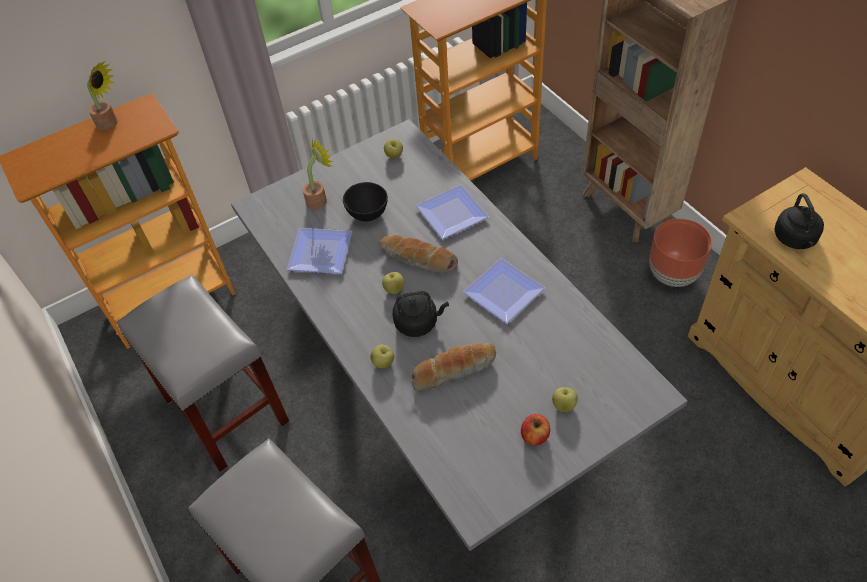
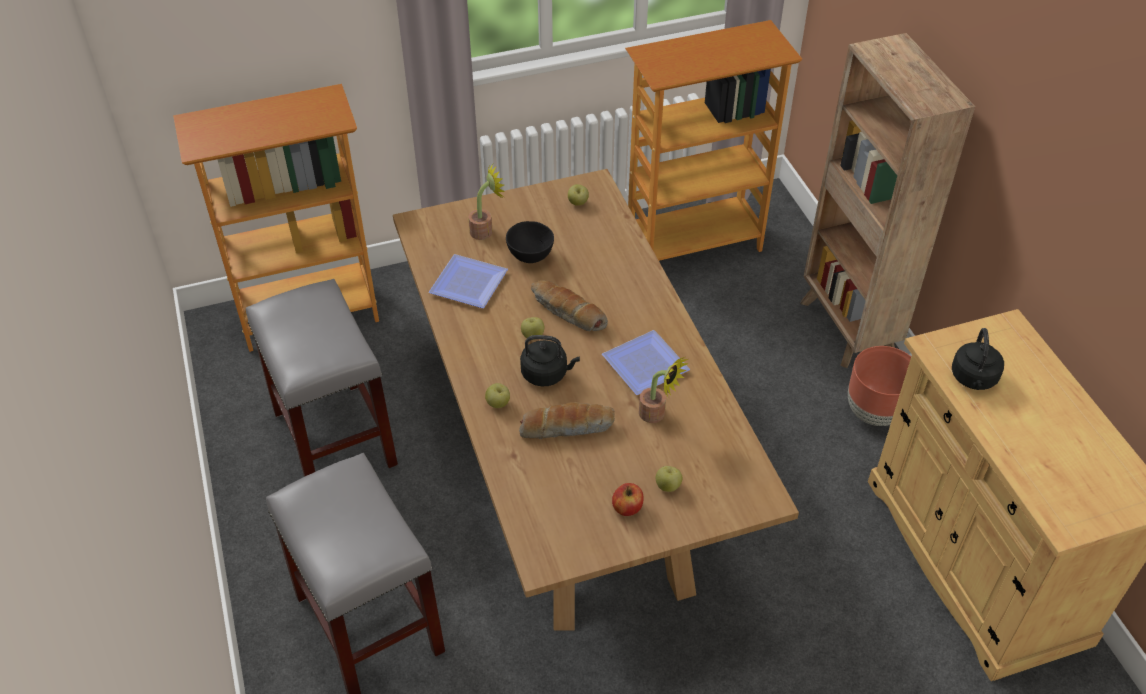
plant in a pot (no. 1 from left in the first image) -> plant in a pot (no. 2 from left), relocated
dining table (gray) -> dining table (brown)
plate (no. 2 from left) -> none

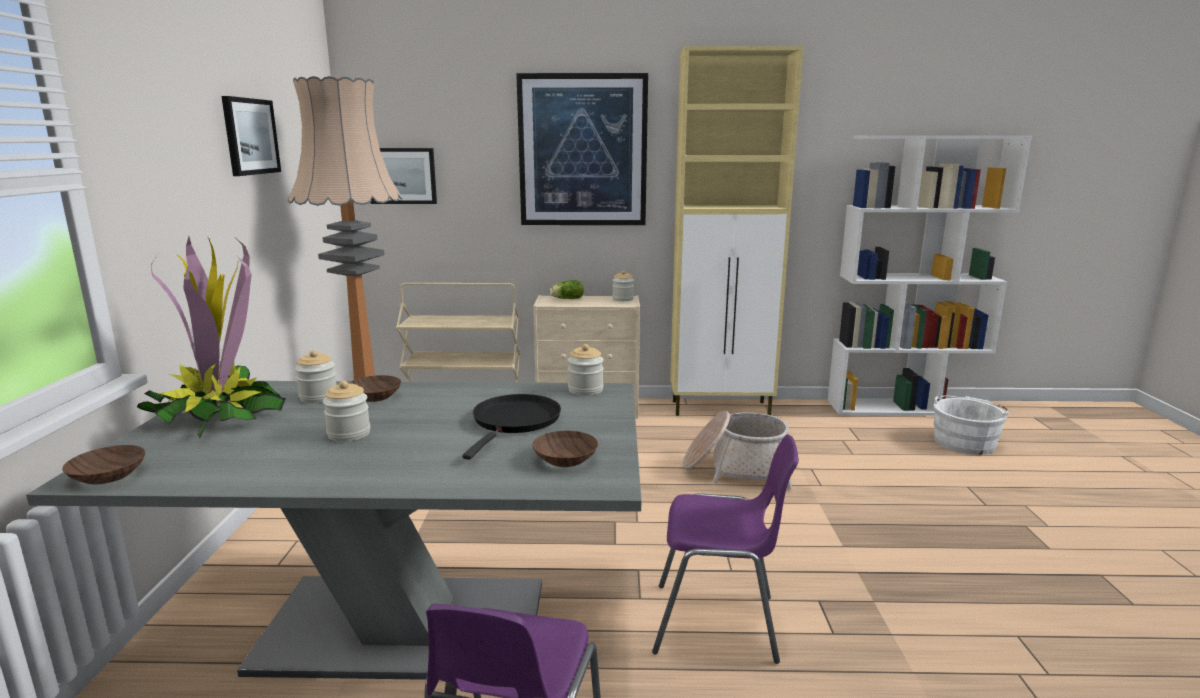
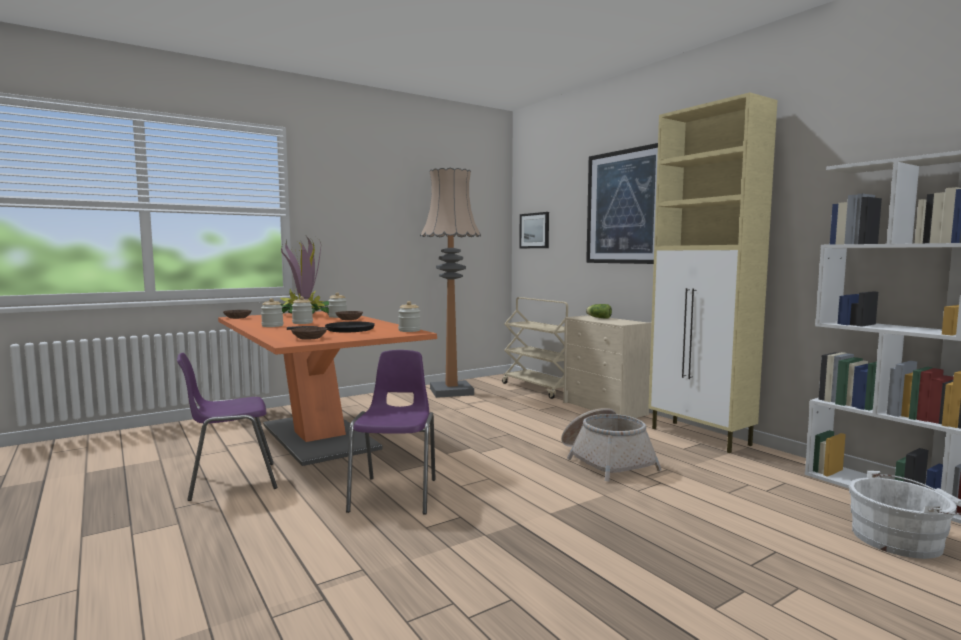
wall picture (no. 1 from left) -> none
jar (no. 4 from left in the first image) -> jar (no. 1 from left), relocated
dining table (gray) -> dining table (orange)
plain chair (purplish) (no. 2 from left), 150 degrees counterclockwise

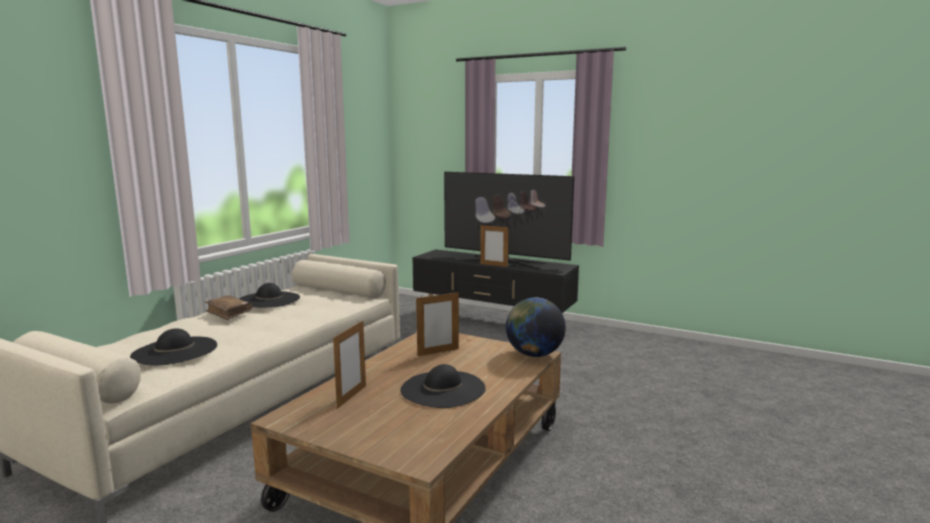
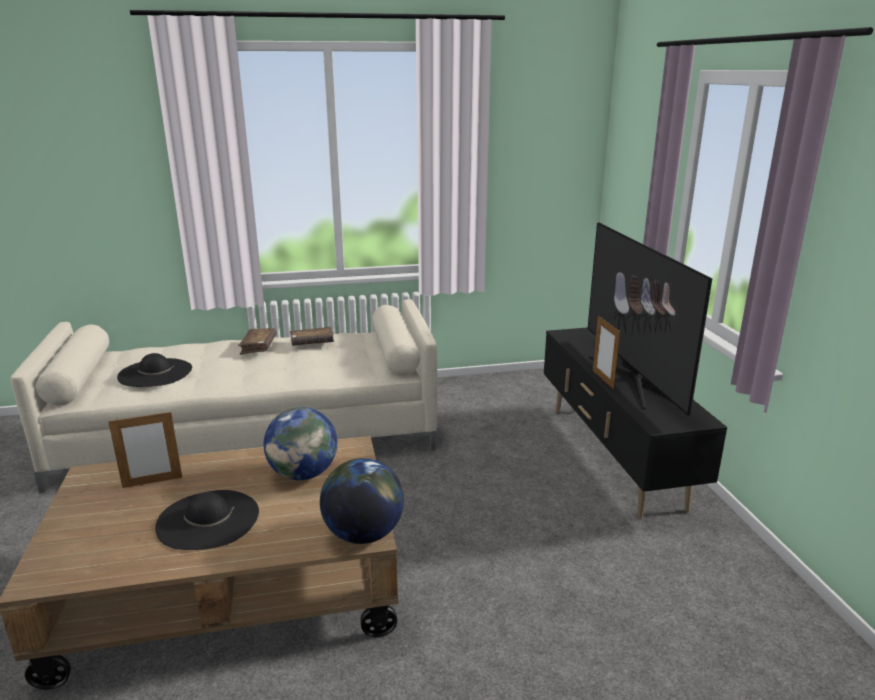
clothing hat (black-coloured) (no. 2 from left) -> bound book (brown) (no. 2 from left)
picture frame (no. 2 from left) -> globe (no. 1 from left)

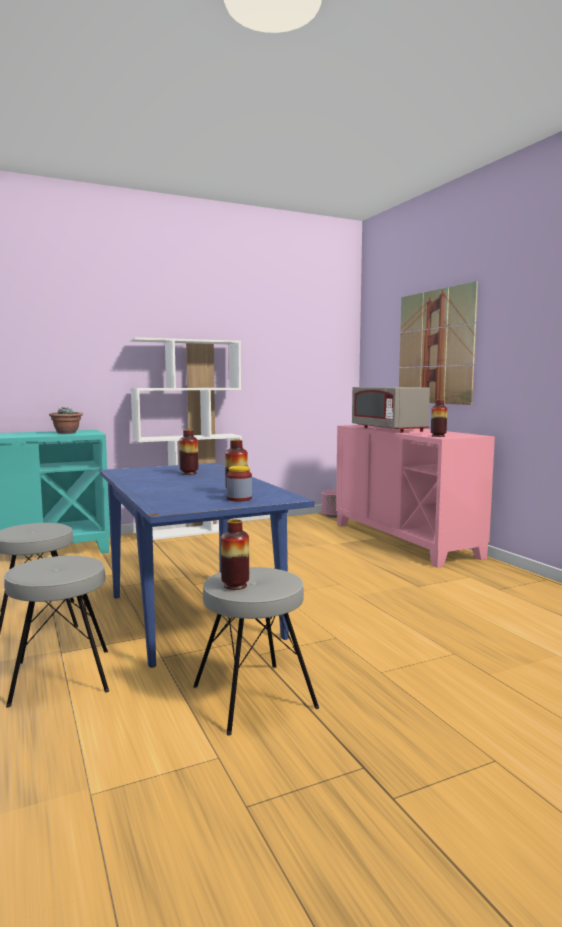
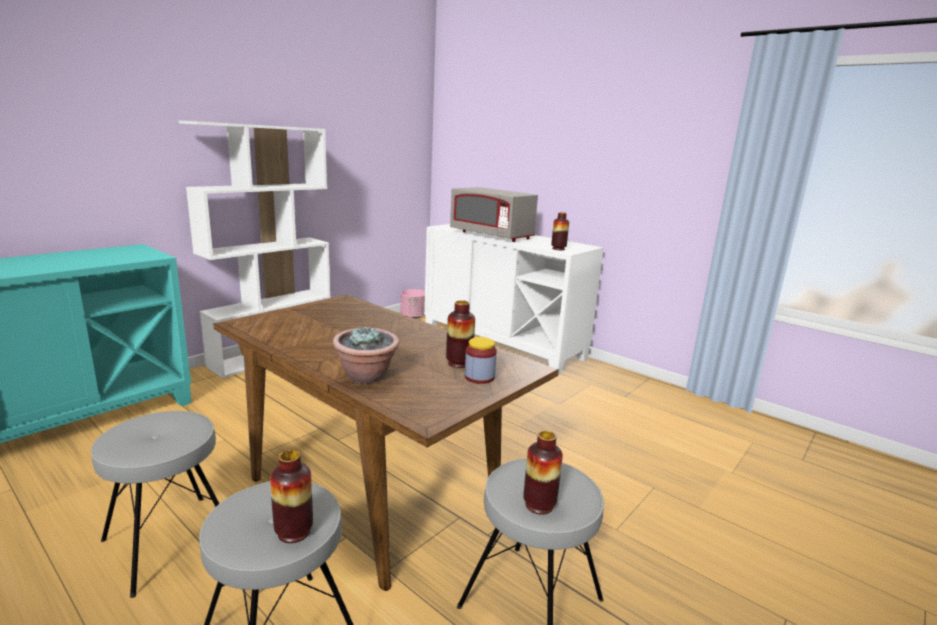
wall picture -> none
plant in a pot, relocated
cabinet (pink) -> cabinet (white)
vase (no. 1 from left), relocated
dining table (bluish) -> dining table (brown)

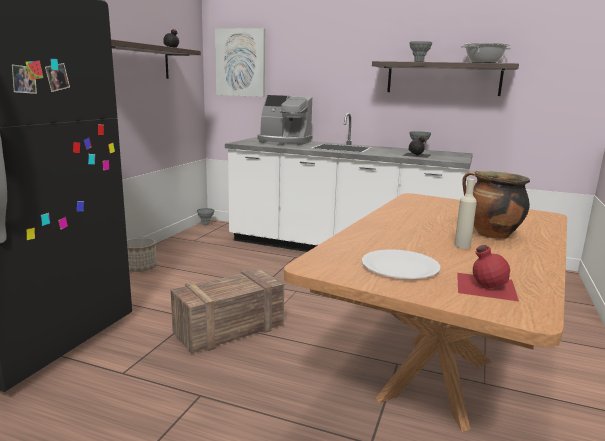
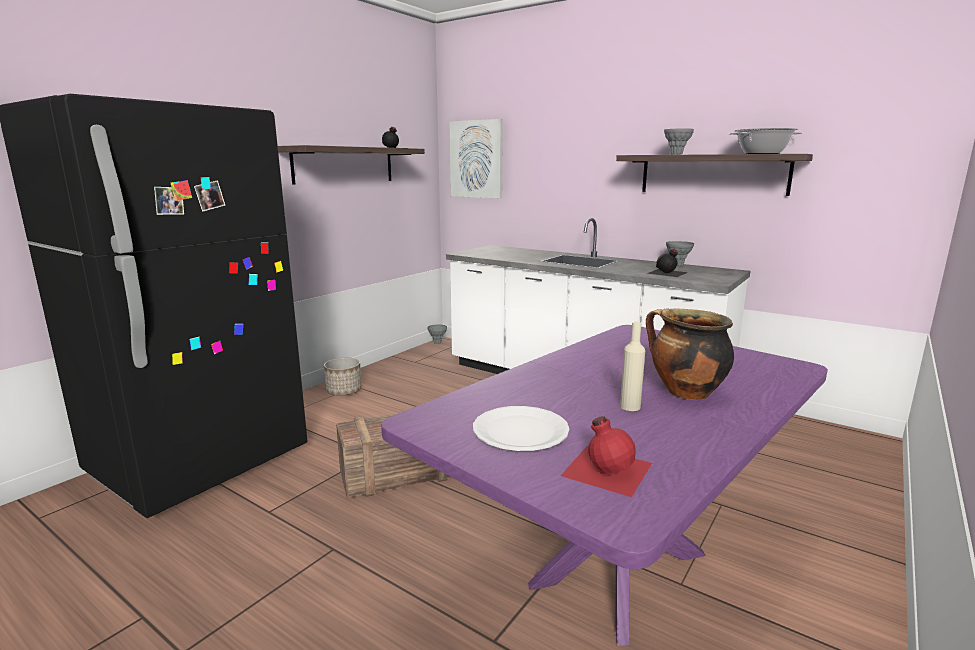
coffee machine -> none
dining table (brown) -> dining table (purplish)

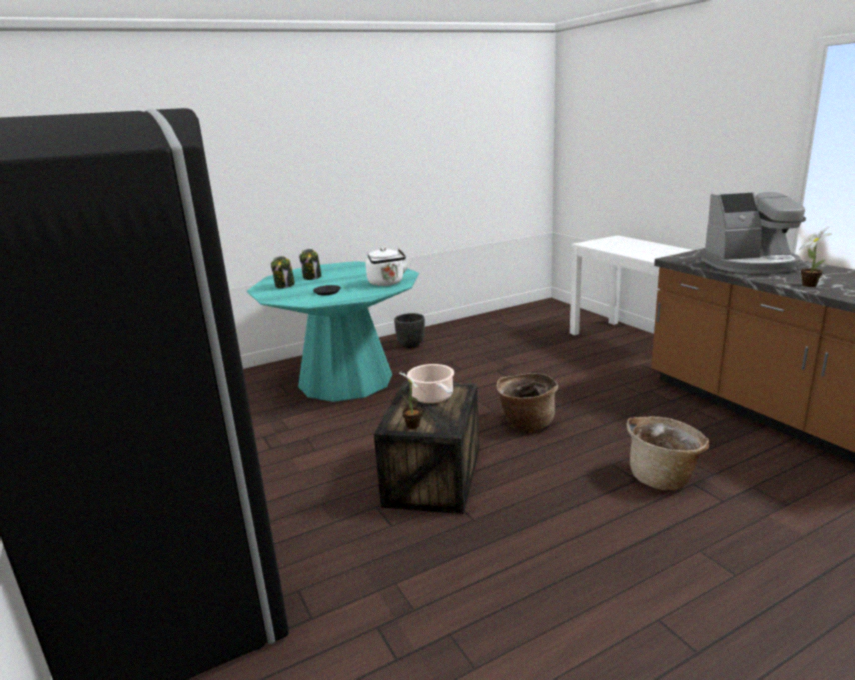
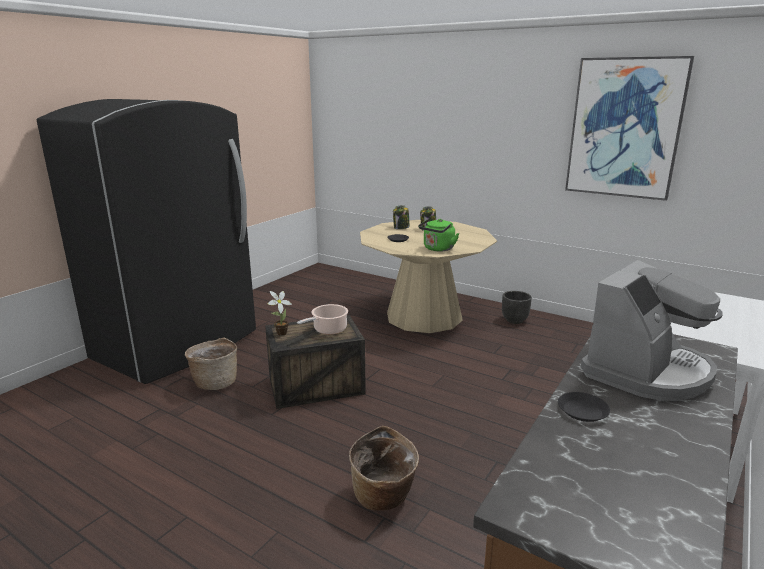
coffee machine, 105 degrees counterclockwise
plant in a pot (no. 2 from left) -> plate (black-coloured) (no. 2 from left)
kettle (white) -> kettle (green-coloured)
dining table (blue-green) -> dining table (beige-coloured)
household basket (no. 1 from left), relocated
none -> wall picture

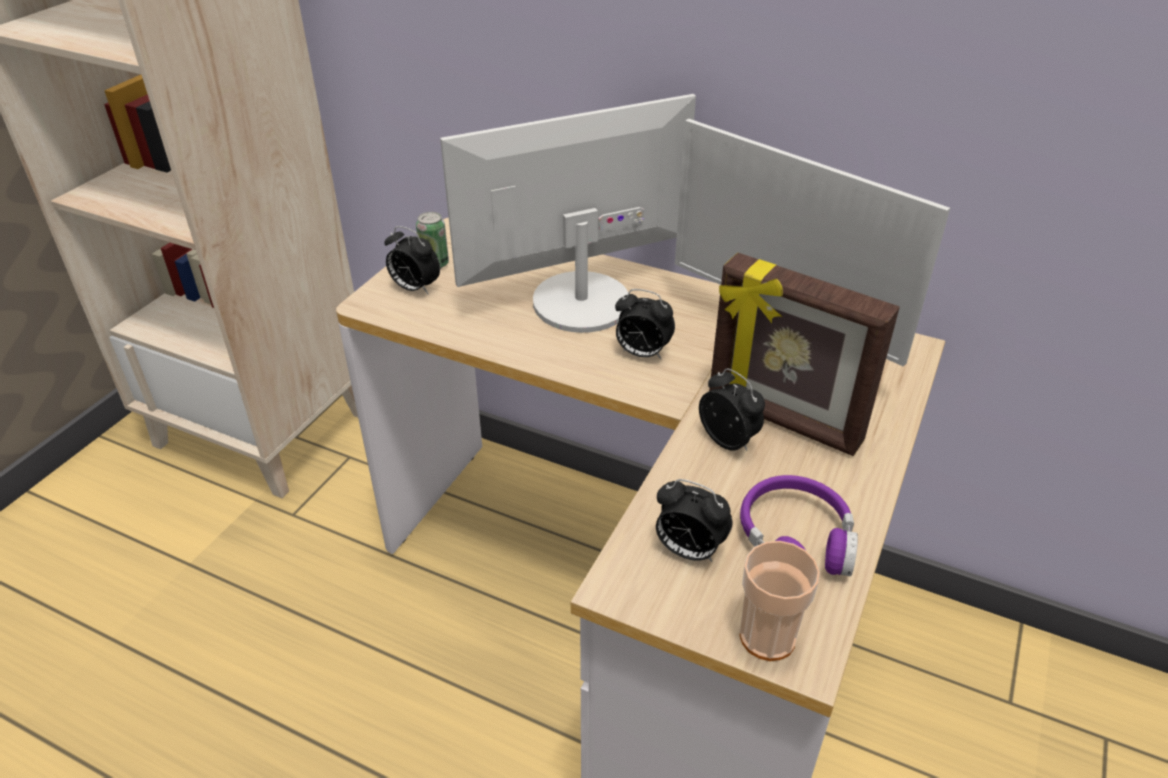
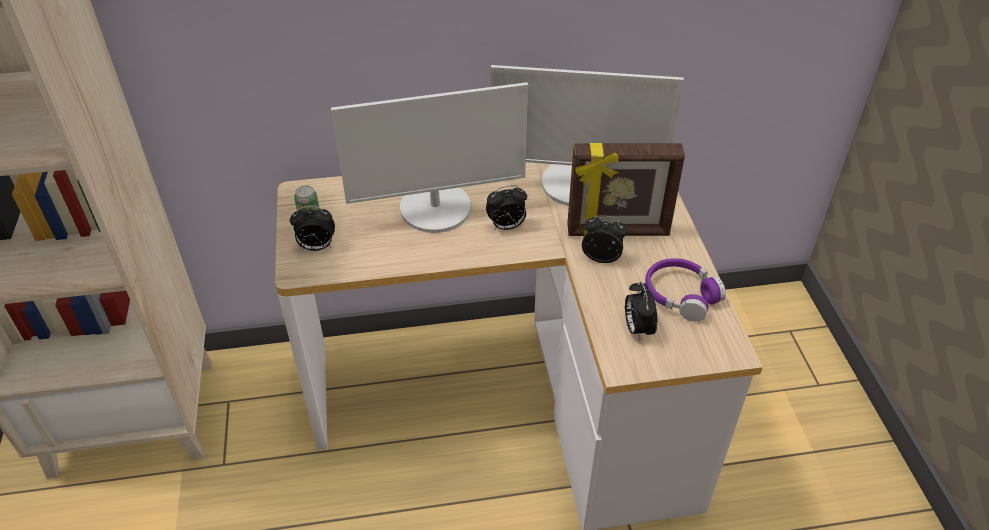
monitor (no. 1 from left), 135 degrees counterclockwise
table clock (no. 3 from left in the first image) -> table clock (no. 4 from left), 90 degrees clockwise
drinking cup -> none

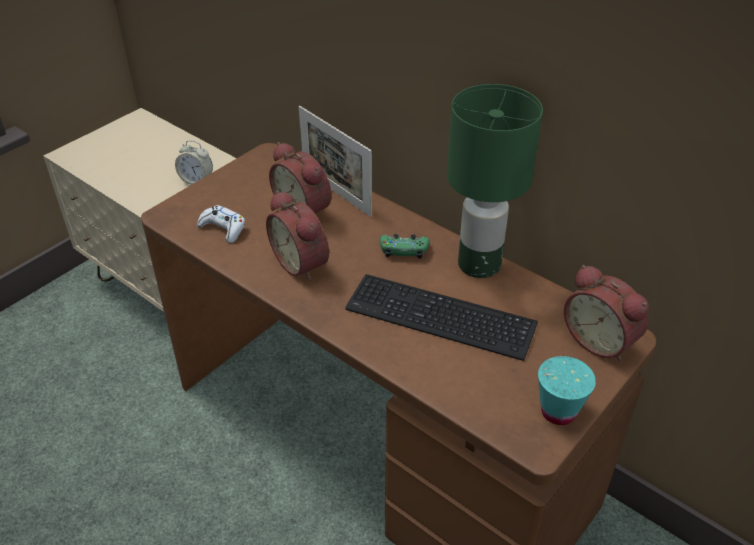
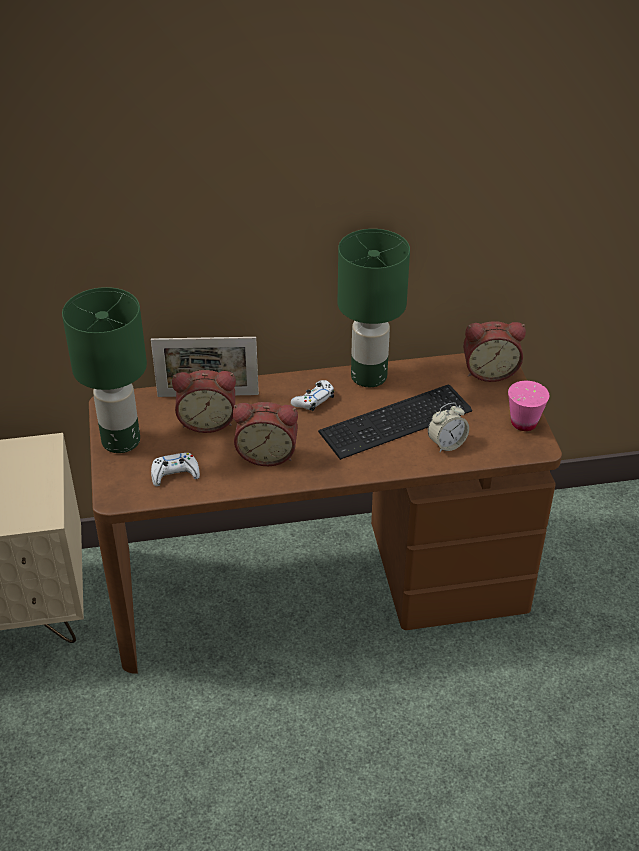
table clock (no. 1 from left in the first image) -> table clock (no. 3 from left), relocated
gamepad (green-coloured) -> gamepad (white) (no. 2 from left)
drinking cup (blue-green) -> drinking cup (pink)
none -> lamp for a table (green-coloured) (no. 1 from left)

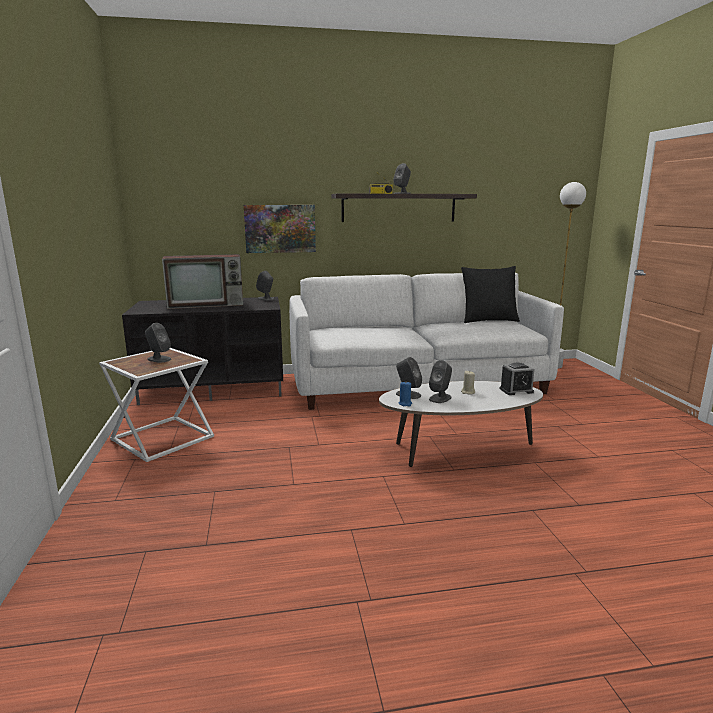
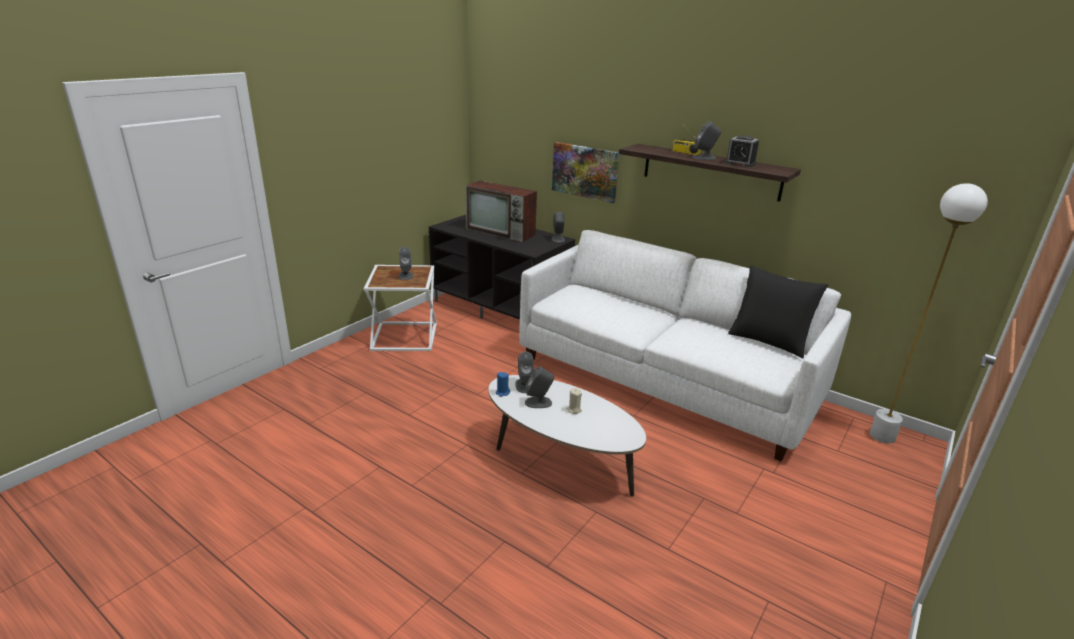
table clock, relocated

